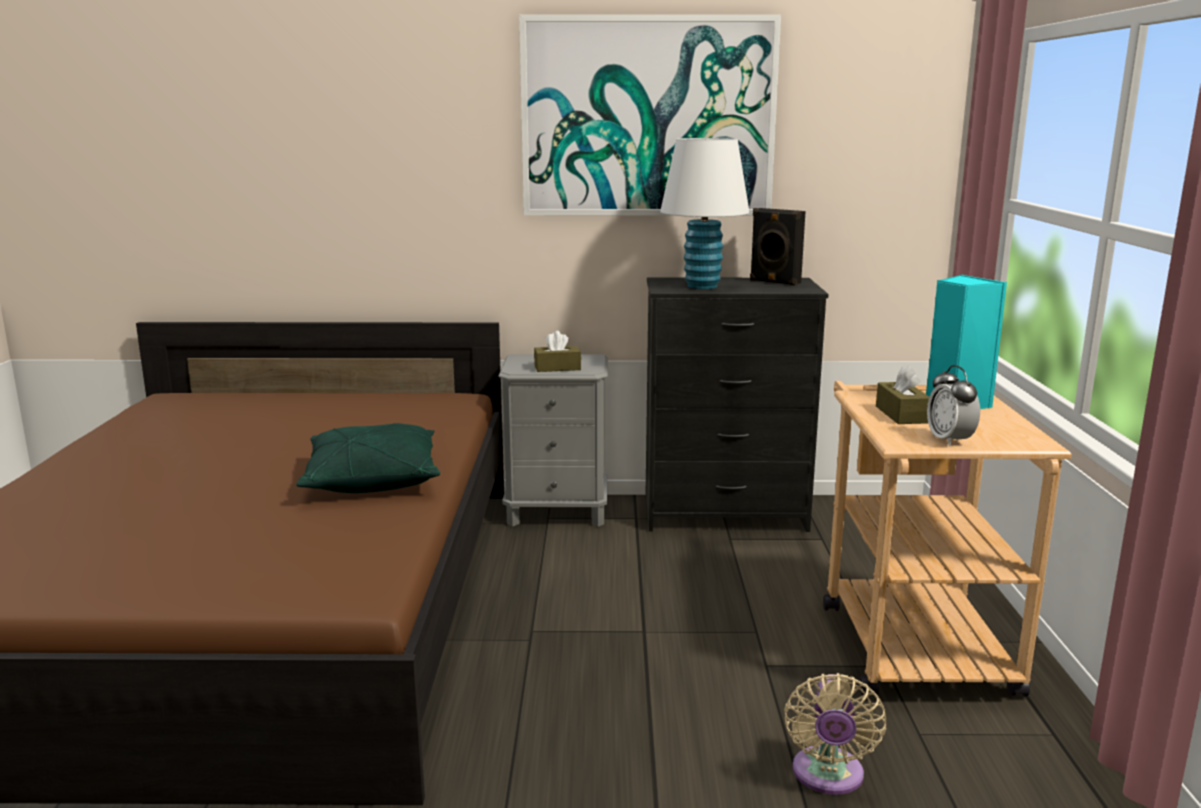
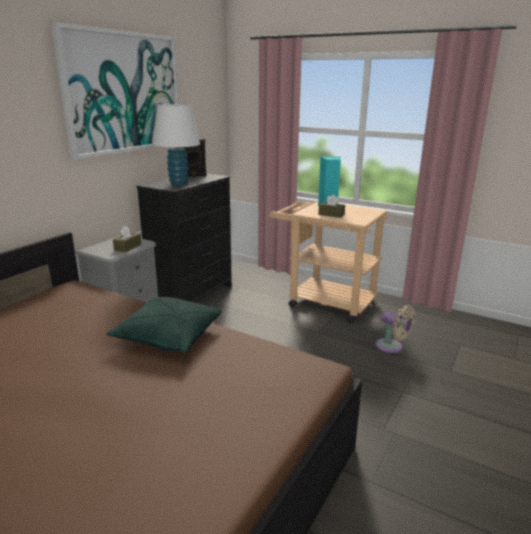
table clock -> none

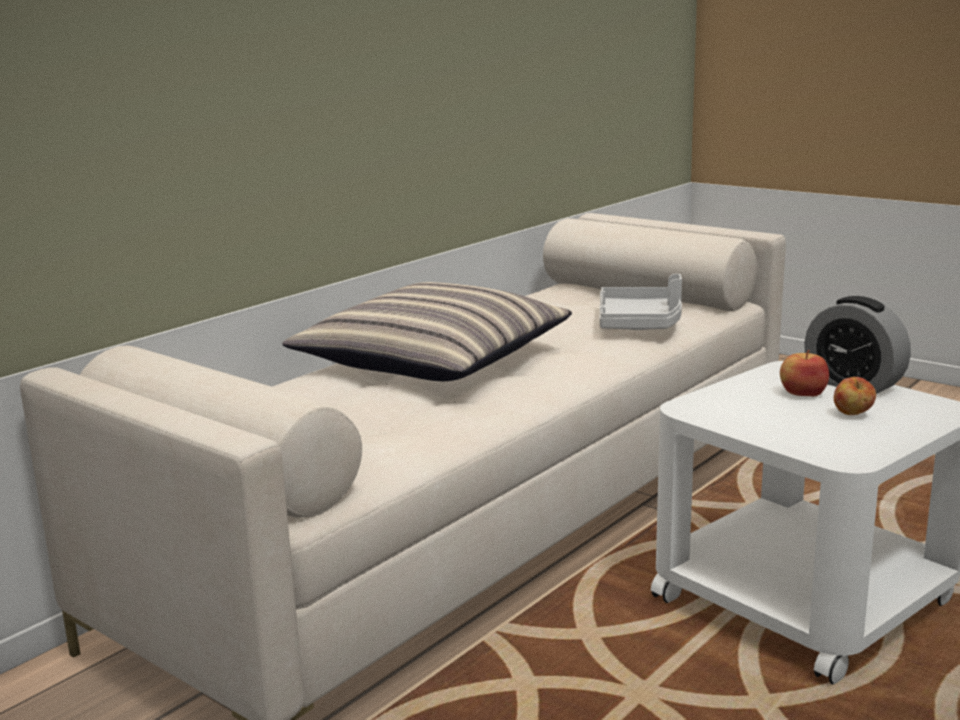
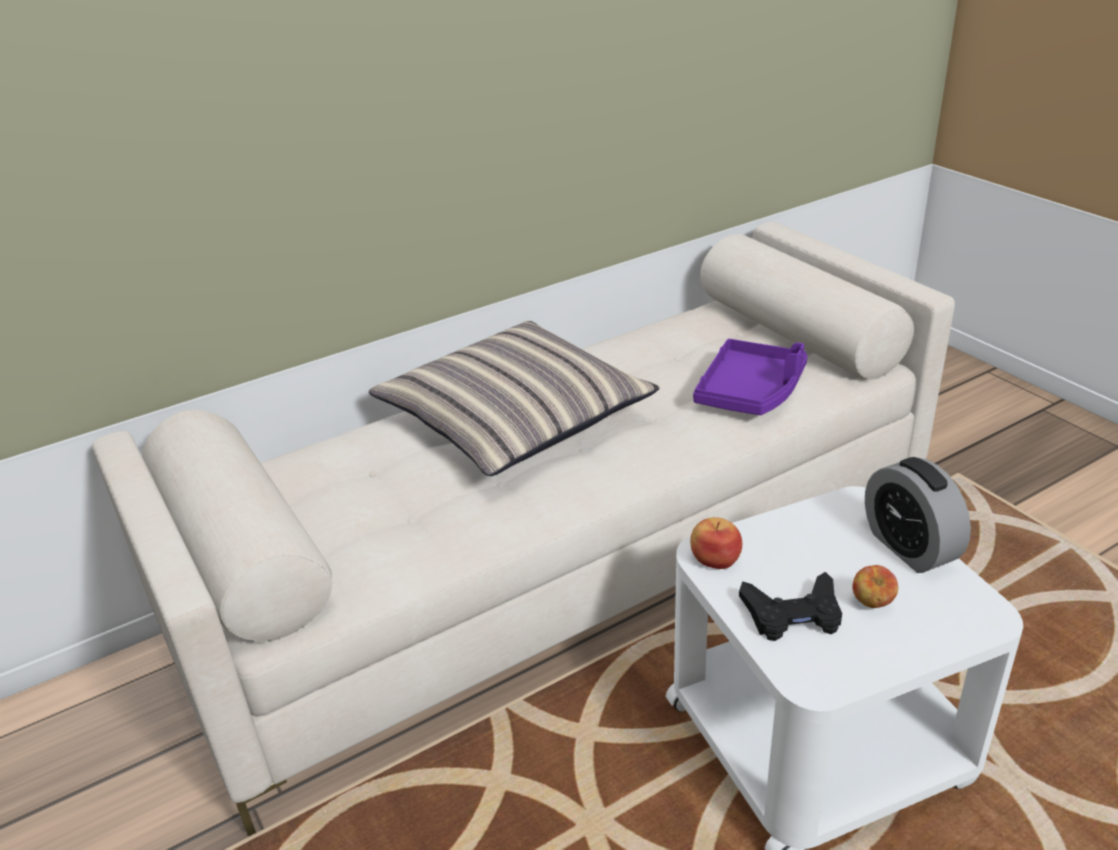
tray (gray) -> tray (purplish)
whole apple (no. 1 from left), relocated
none -> gamepad (black-coloured)

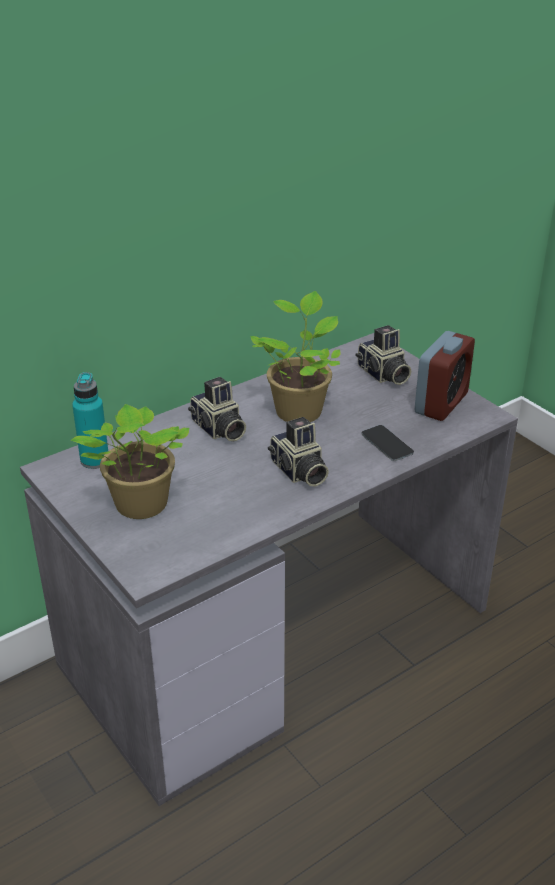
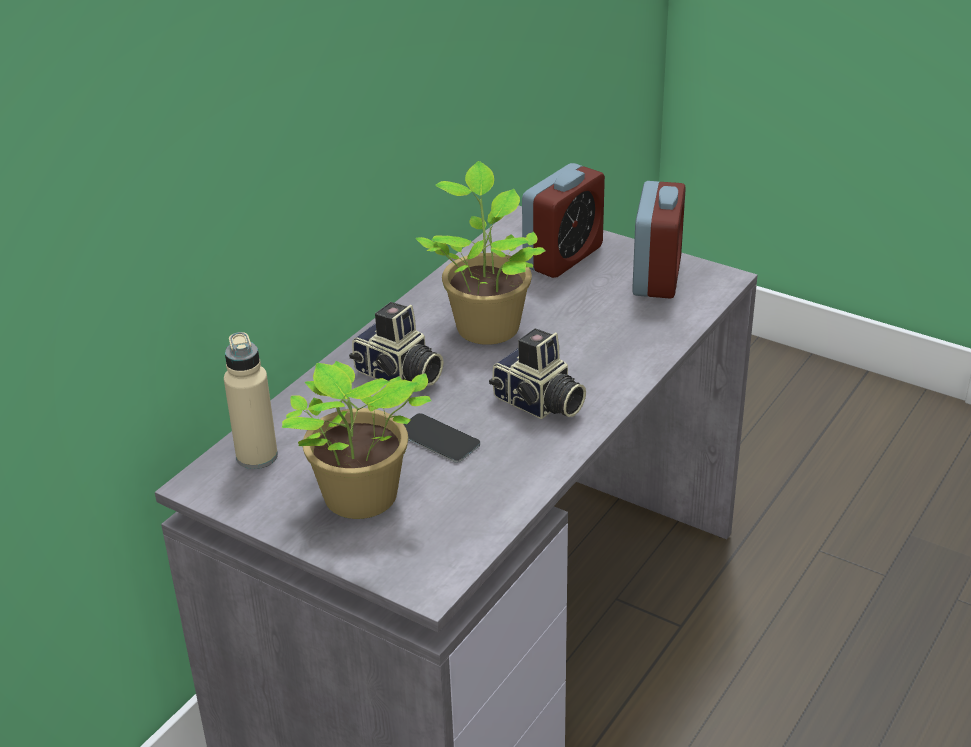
photo camera (no. 3 from left) -> table clock (no. 1 from left)
drink bottle (blue-green) -> drink bottle (beige-coloured)
phone, relocated

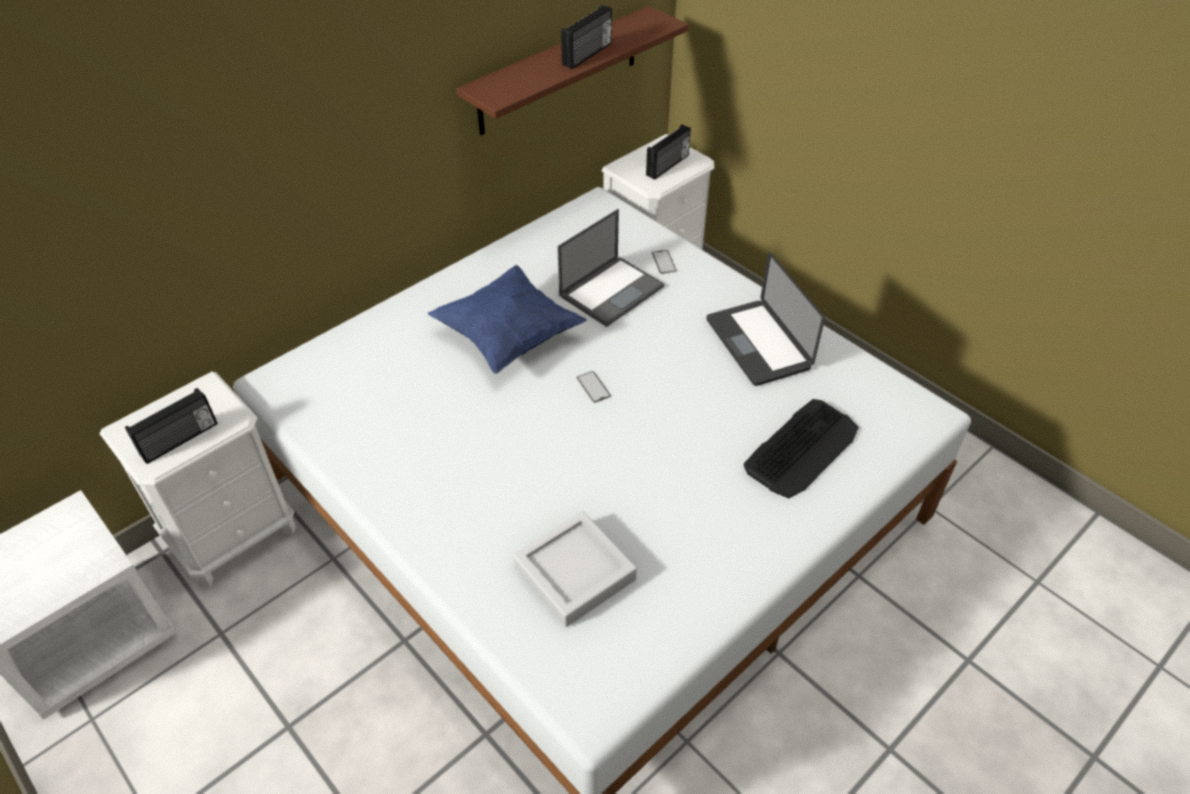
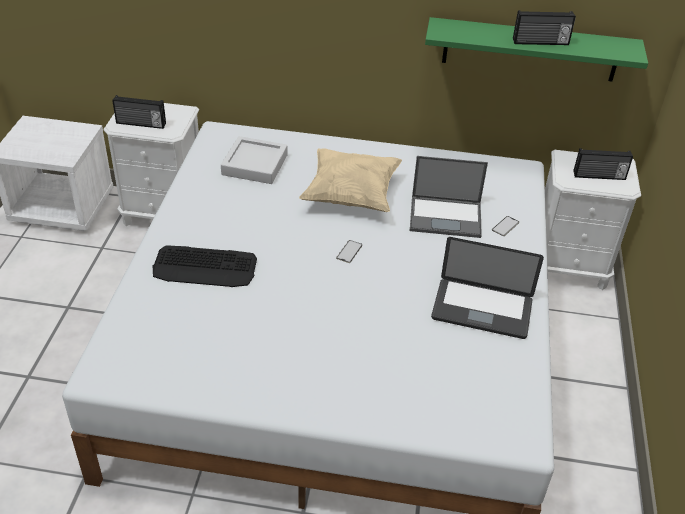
bracket shelf (brown) -> bracket shelf (green-coloured)
portable computer (no. 2 from left), 105 degrees counterclockwise
throw pillow (bluish) -> throw pillow (beige-coloured)
computer keyboard, relocated
tray (gray), relocated

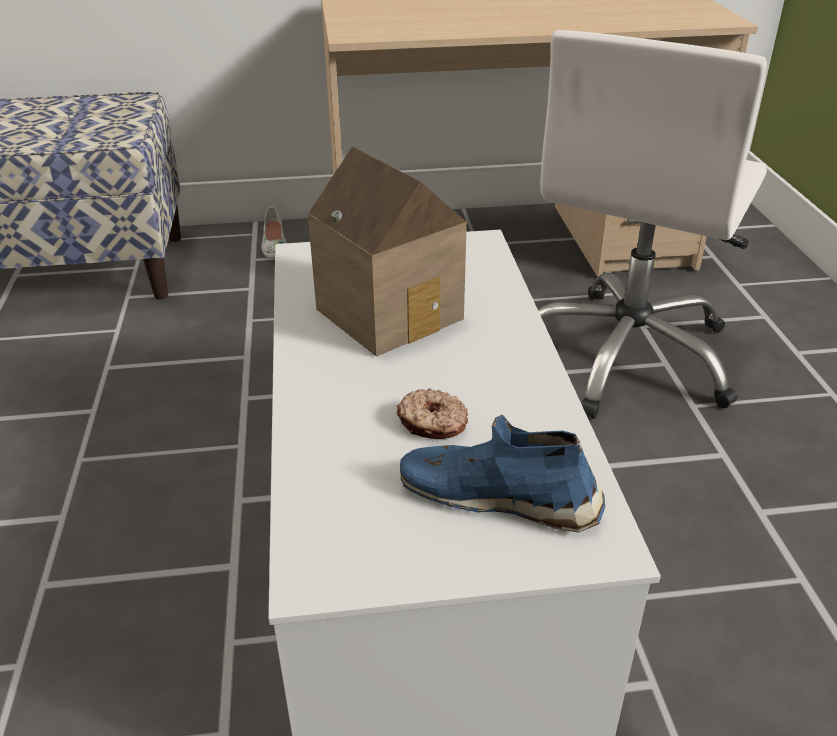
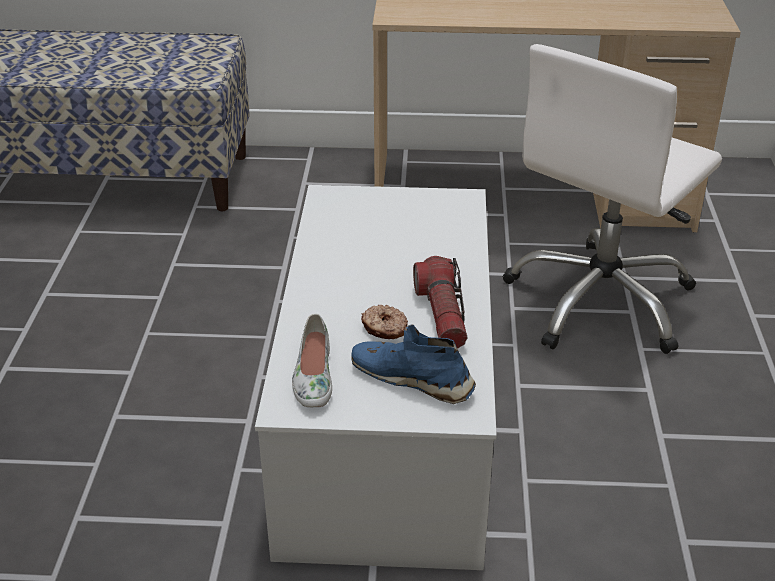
toy house -> none
item of footwear (white), relocated
none -> flashlight

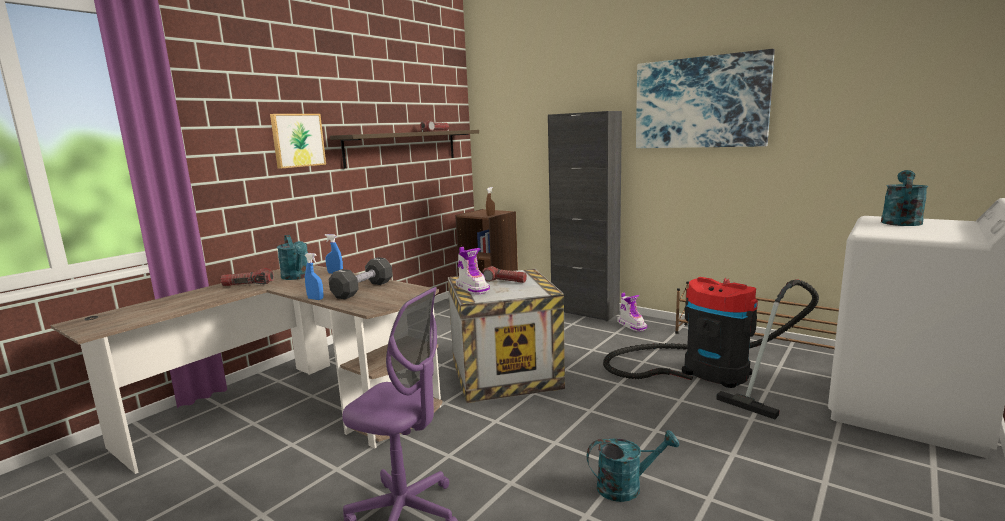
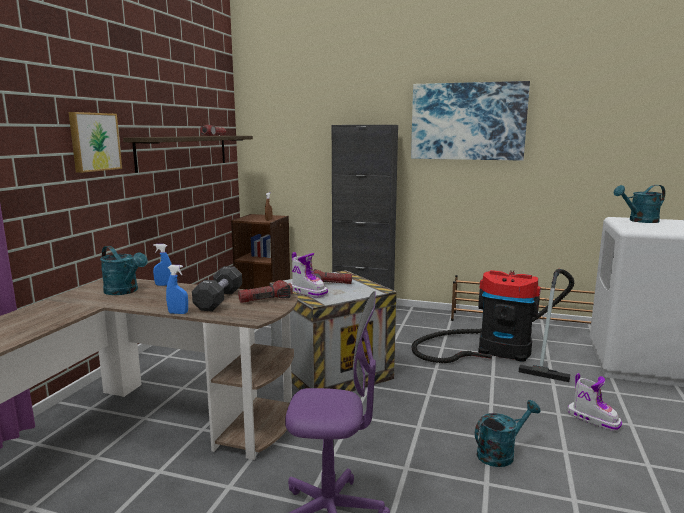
watering pot (blue-green) (no. 3 from left), 120 degrees counterclockwise
flashlight (no. 1 from left in the first image) -> flashlight (no. 2 from left), relocated
tall boot (no. 2 from left), relocated

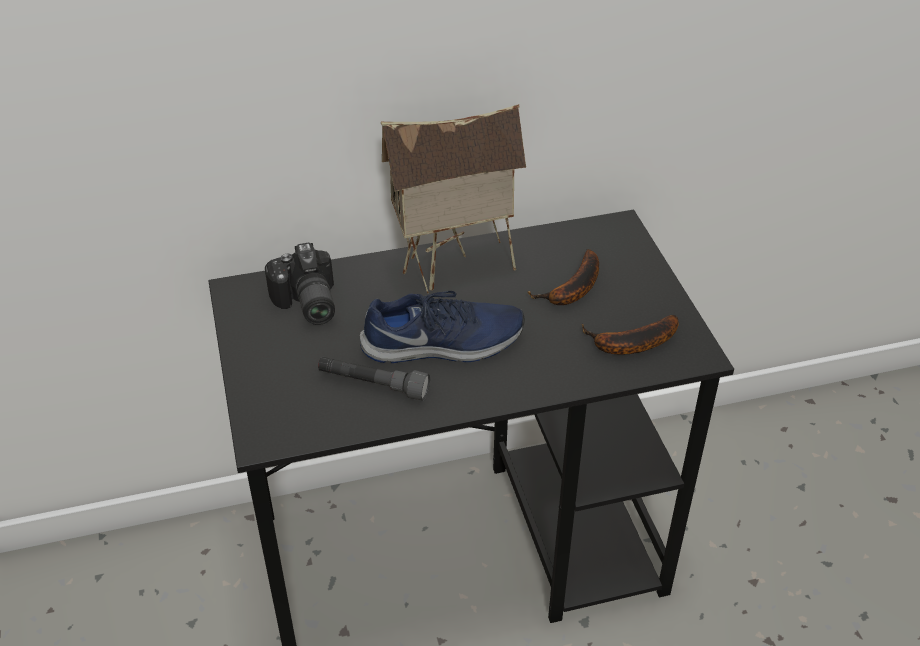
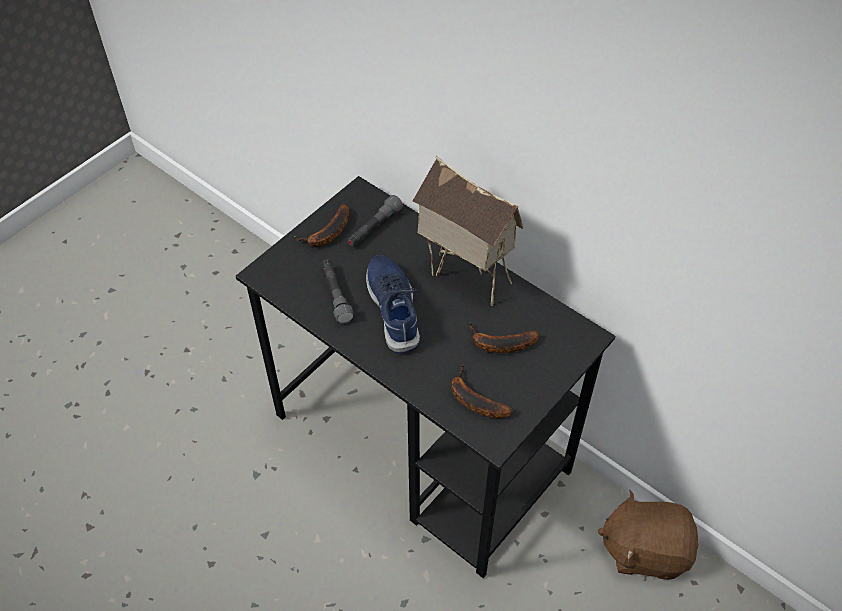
photo camera -> flashlight (gray) (no. 2 from left)
item of footwear (bluish), 150 degrees counterclockwise
none -> whole banana (no. 1 from left)
none -> plush toy (brown)

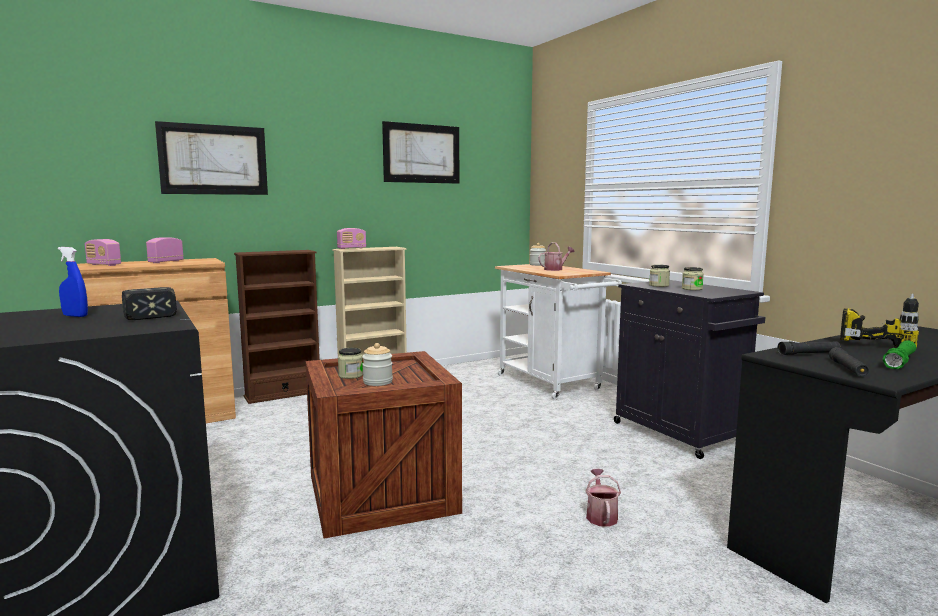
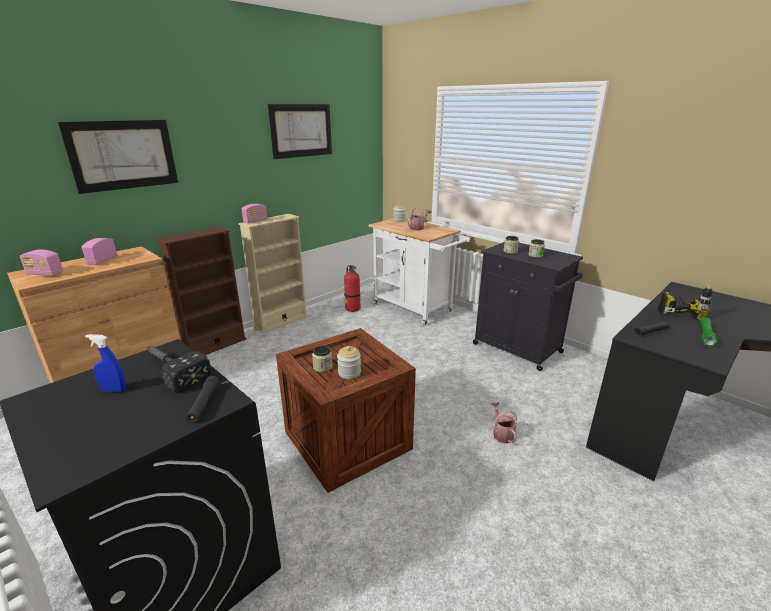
flashlight (black-coloured) (no. 2 from left in the first image) -> flashlight (black-coloured) (no. 1 from left), relocated
none -> fire-fighting cylinder

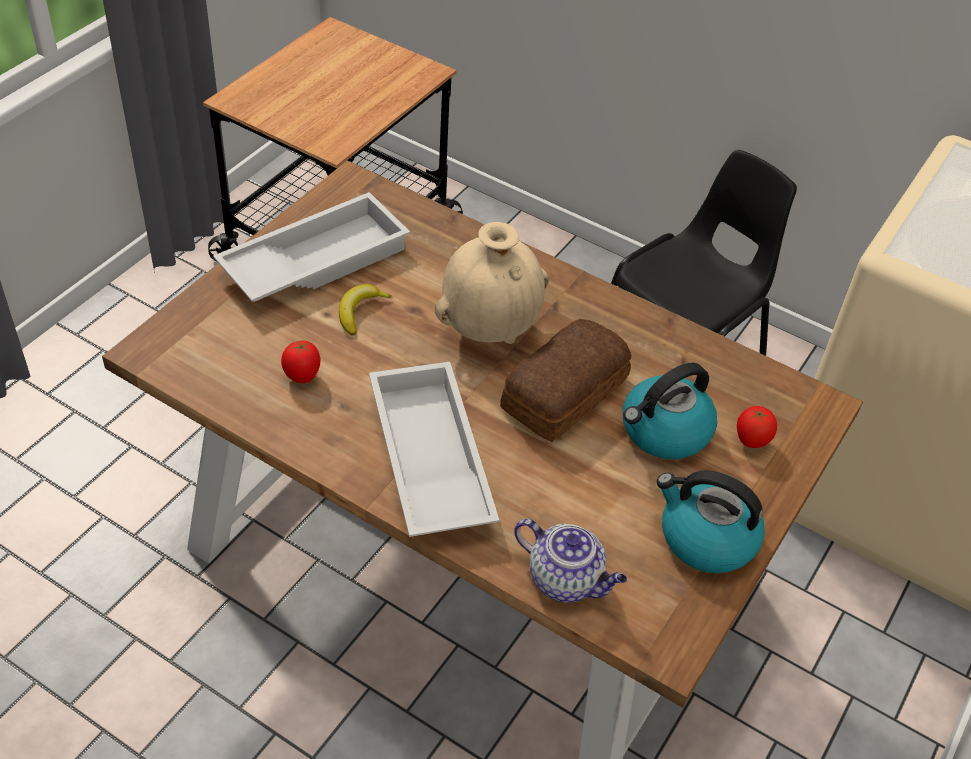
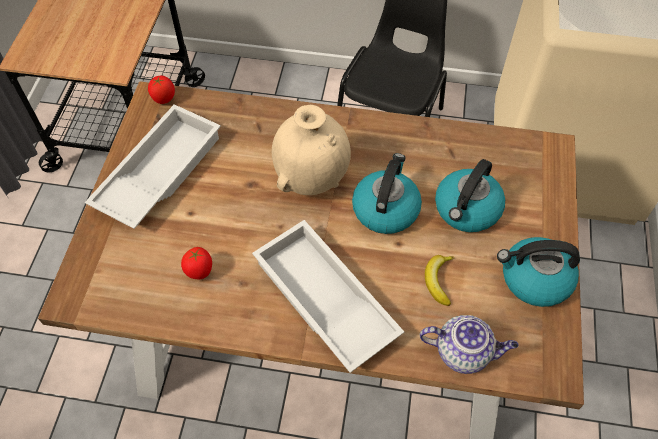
whole banana, relocated
baked bread -> kettle (no. 1 from left)
fresh tomato (no. 2 from left in the first image) -> fresh tomato (no. 1 from left), relocated

